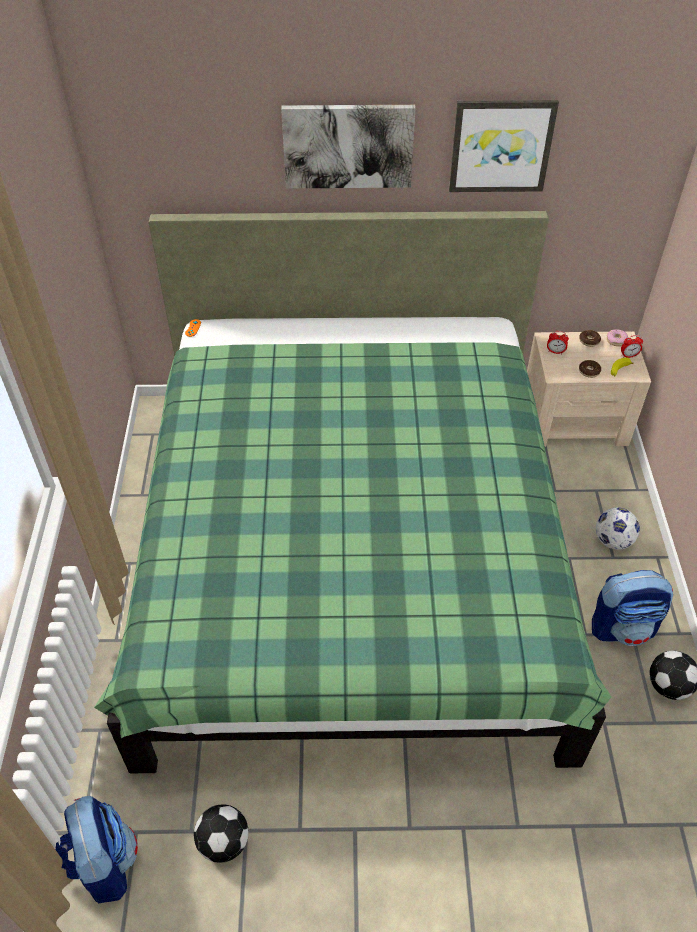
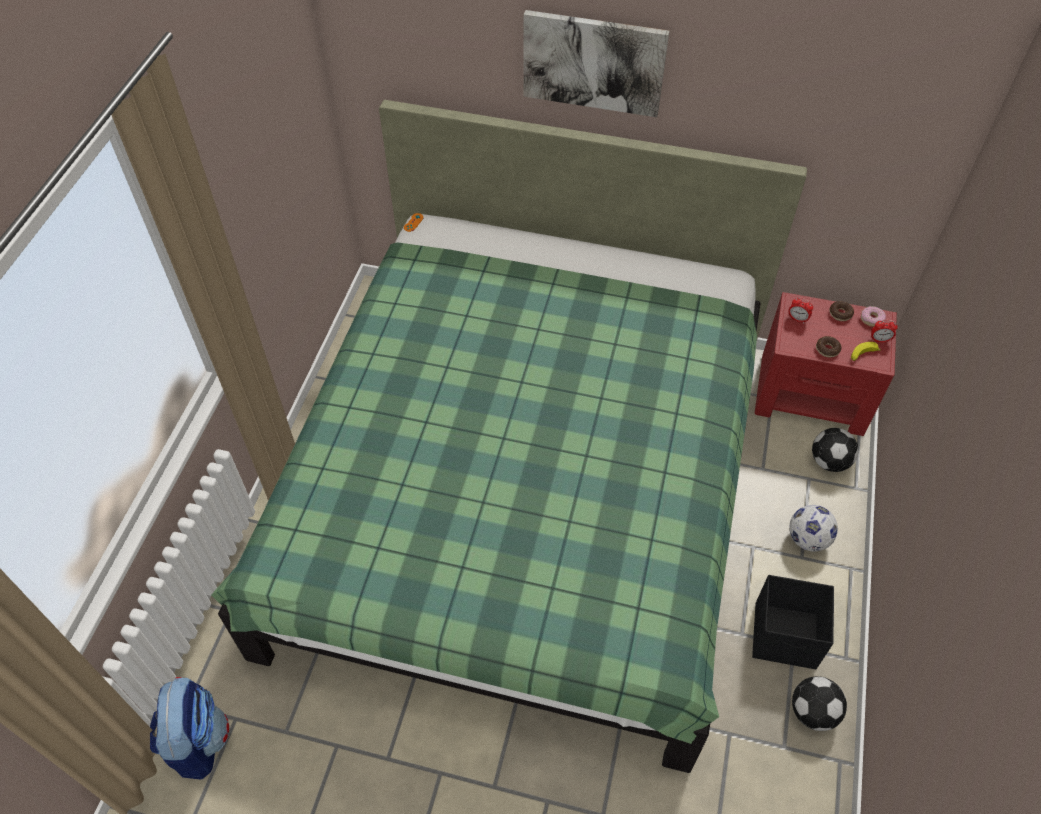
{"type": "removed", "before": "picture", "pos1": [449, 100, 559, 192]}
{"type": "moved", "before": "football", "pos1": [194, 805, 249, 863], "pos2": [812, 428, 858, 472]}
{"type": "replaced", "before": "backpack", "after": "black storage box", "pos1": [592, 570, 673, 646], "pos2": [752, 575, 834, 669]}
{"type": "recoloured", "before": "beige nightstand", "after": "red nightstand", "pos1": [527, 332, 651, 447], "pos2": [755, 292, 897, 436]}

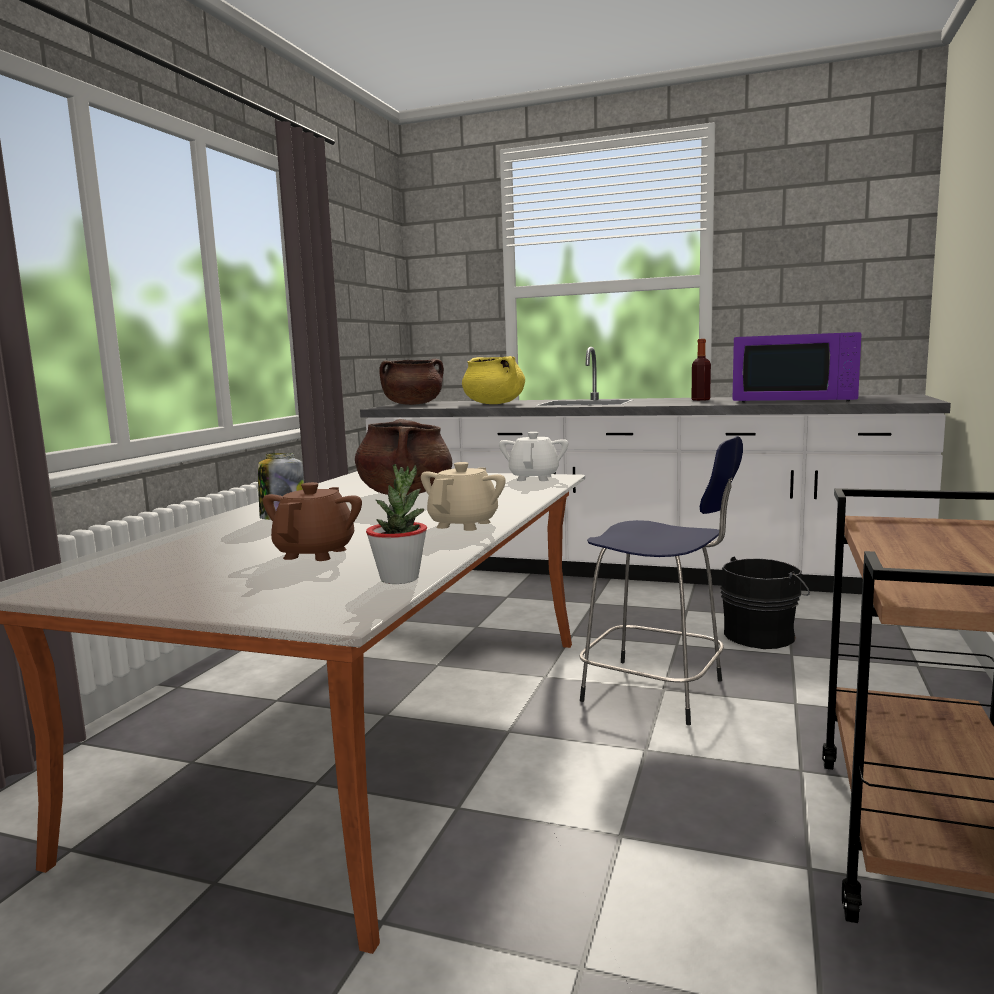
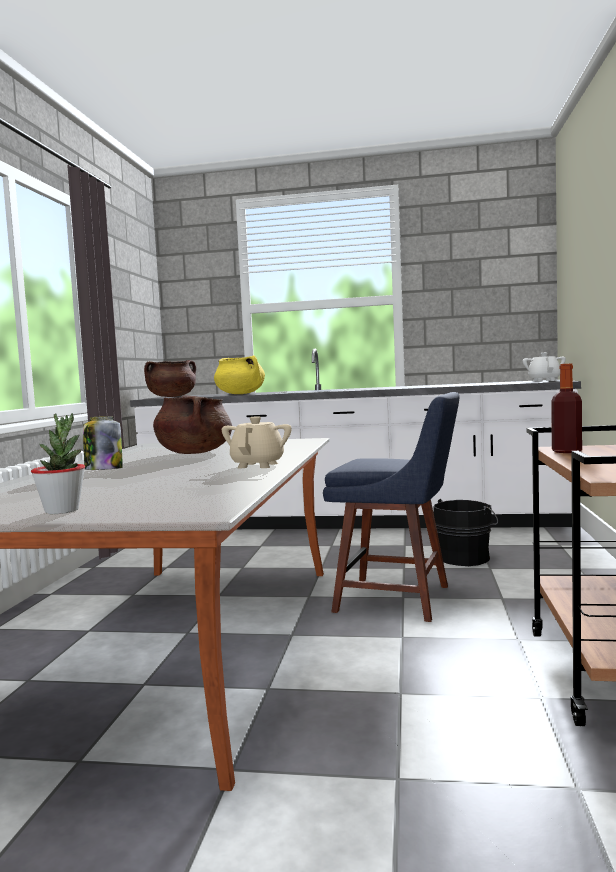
{"type": "removed", "before": "brown teapot", "pos1": [262, 482, 362, 561]}
{"type": "removed", "before": "purple microwave", "pos1": [733, 332, 861, 402]}
{"type": "moved", "before": "potted plant", "pos1": [366, 464, 427, 584], "pos2": [31, 413, 85, 514]}
{"type": "moved", "before": "white teapot", "pos1": [499, 432, 568, 481], "pos2": [523, 353, 566, 382]}
{"type": "moved", "before": "bottle", "pos1": [692, 339, 711, 401], "pos2": [551, 363, 582, 453]}
{"type": "replaced", "before": "blue stool", "after": "blue chair", "pos1": [579, 436, 743, 725], "pos2": [323, 392, 459, 622]}

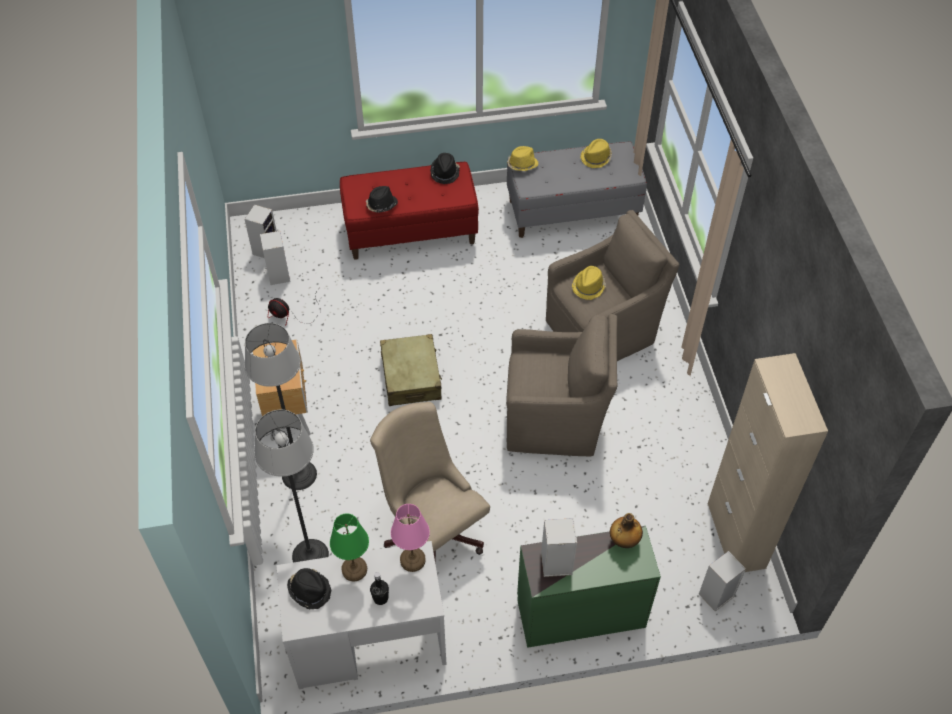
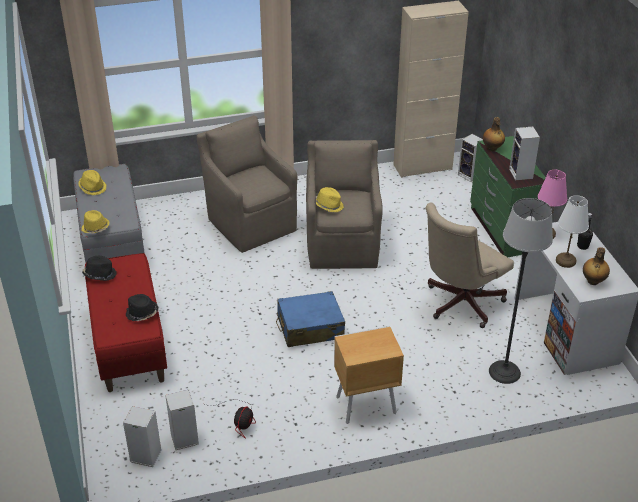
{"type": "removed", "before": "floor lamp", "pos1": [245, 323, 317, 490]}
{"type": "moved", "before": "yellow hat", "pos1": [572, 266, 606, 300], "pos2": [316, 187, 344, 212]}
{"type": "replaced", "before": "black hat", "after": "bottle", "pos1": [287, 568, 332, 610], "pos2": [583, 247, 610, 285]}
{"type": "recoloured", "before": "green table lamp", "after": "white table lamp", "pos1": [330, 513, 369, 581], "pos2": [556, 195, 589, 268]}
{"type": "recoloured", "before": "beige suitcase", "after": "blue suitcase", "pos1": [380, 334, 442, 406], "pos2": [276, 291, 345, 347]}

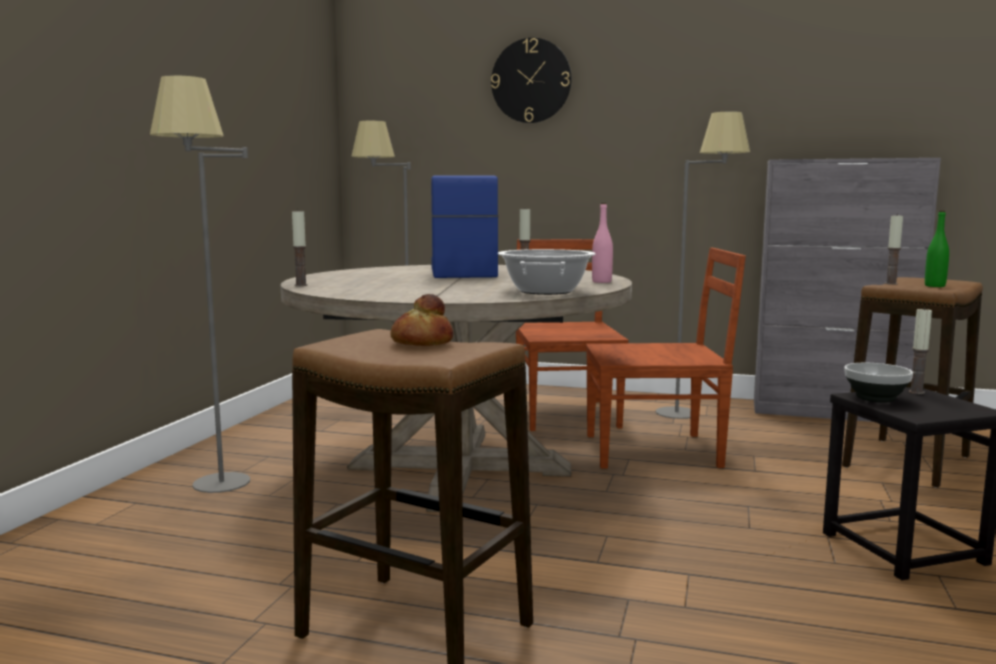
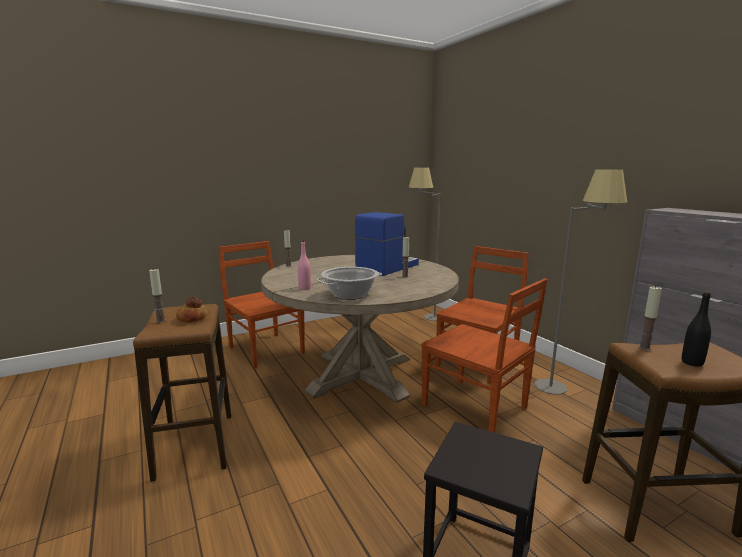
{"type": "removed", "before": "wall clock", "pos1": [491, 38, 572, 123]}
{"type": "removed", "before": "bowl", "pos1": [844, 363, 913, 403]}
{"type": "moved", "before": "pink bottle", "pos1": [592, 203, 613, 283], "pos2": [298, 240, 311, 290]}
{"type": "moved", "before": "candle", "pos1": [908, 307, 932, 394], "pos2": [149, 268, 166, 323]}
{"type": "replaced", "before": "grey floor lamp", "after": "brown chair", "pos1": [150, 75, 250, 493], "pos2": [218, 241, 305, 369]}
{"type": "recoloured", "before": "green bottle", "after": "black bottle", "pos1": [925, 211, 949, 287], "pos2": [682, 291, 711, 367]}

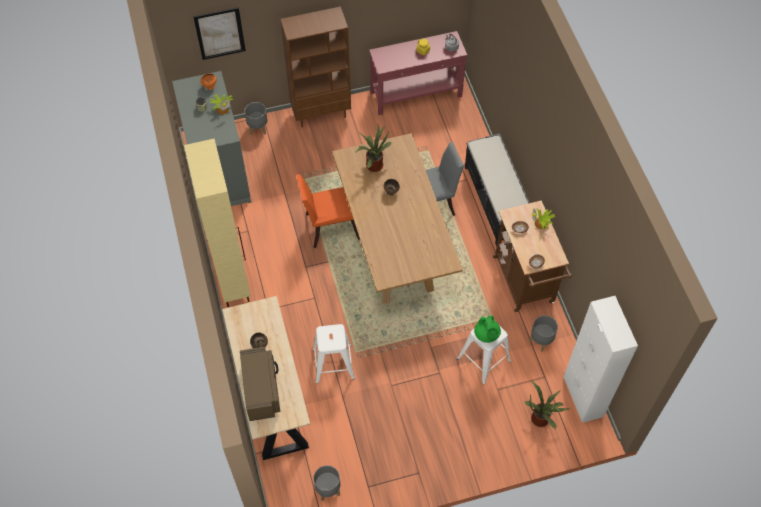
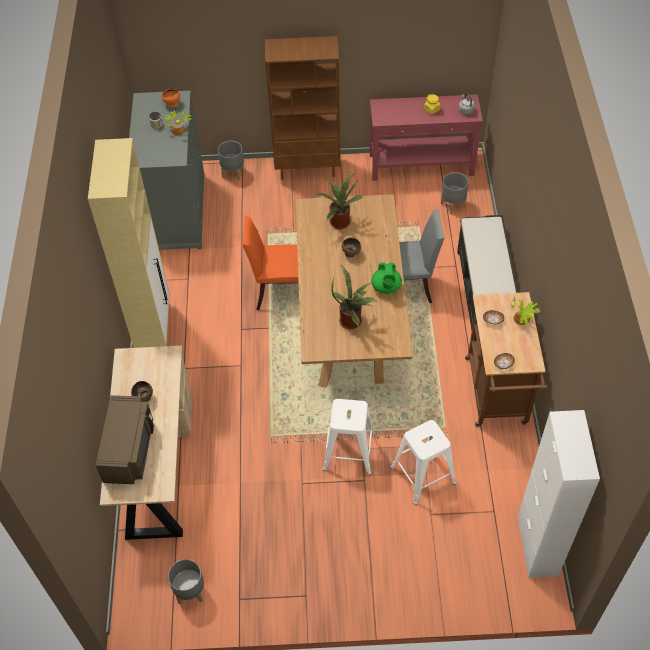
{"type": "removed", "before": "picture", "pos1": [193, 7, 246, 60]}
{"type": "moved", "before": "white stool", "pos1": [313, 324, 355, 384], "pos2": [323, 399, 375, 475]}
{"type": "moved", "before": "green teapot", "pos1": [474, 315, 501, 343], "pos2": [371, 262, 402, 294]}
{"type": "moved", "before": "potted plant", "pos1": [524, 381, 569, 429], "pos2": [331, 265, 376, 329]}
{"type": "moved", "before": "grey planter", "pos1": [529, 315, 558, 352], "pos2": [441, 172, 469, 214]}

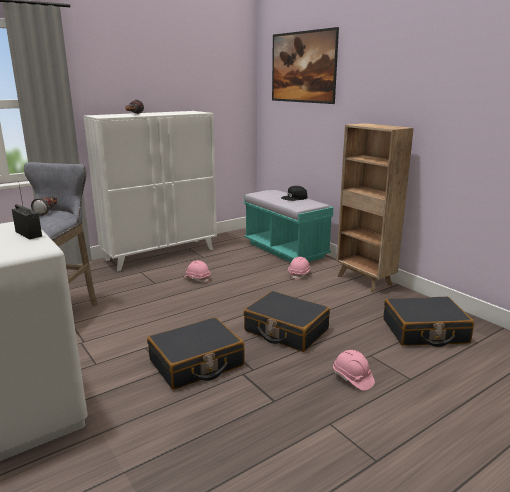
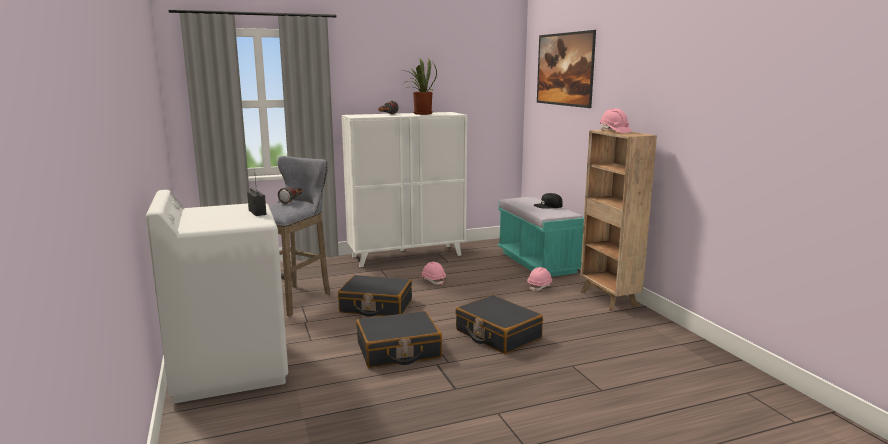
{"type": "added", "after": "potted plant", "pos2": [401, 58, 437, 115]}
{"type": "moved", "before": "pink hard hat", "pos1": [333, 350, 375, 391], "pos2": [599, 108, 631, 133]}
{"type": "moved", "before": "black suitcase", "pos1": [383, 297, 474, 347], "pos2": [338, 275, 412, 317]}

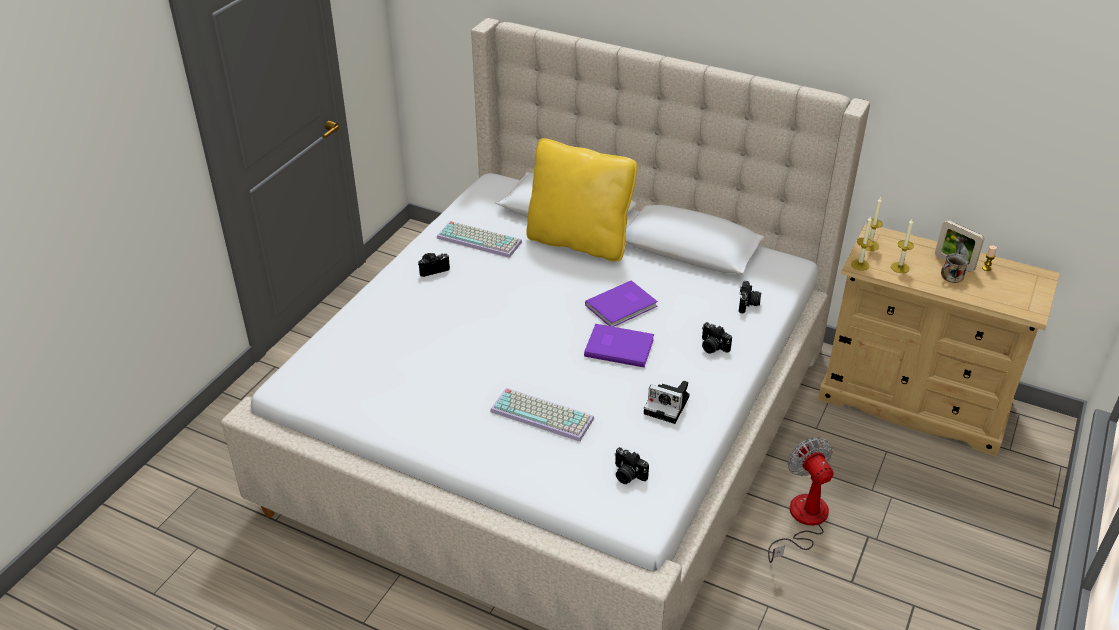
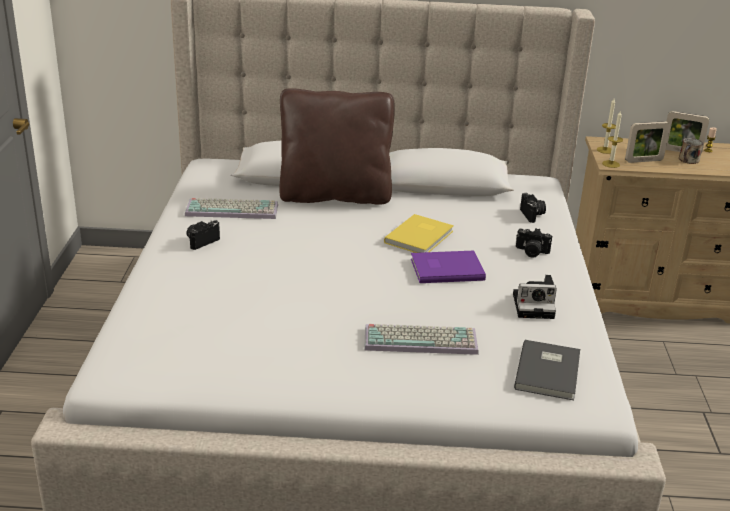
{"type": "removed", "before": "fan", "pos1": [768, 437, 834, 563]}
{"type": "replaced", "before": "photo camera", "after": "grey book", "pos1": [614, 447, 649, 484], "pos2": [514, 340, 580, 400]}
{"type": "replaced", "before": "candle", "after": "picture frame", "pos1": [891, 219, 914, 273], "pos2": [625, 121, 670, 163]}
{"type": "recoloured", "before": "yellow pillow", "after": "brown pillow", "pos1": [526, 138, 637, 262], "pos2": [279, 88, 395, 205]}
{"type": "recoloured", "before": "purple book", "after": "yellow book", "pos1": [585, 280, 658, 327], "pos2": [384, 214, 454, 253]}

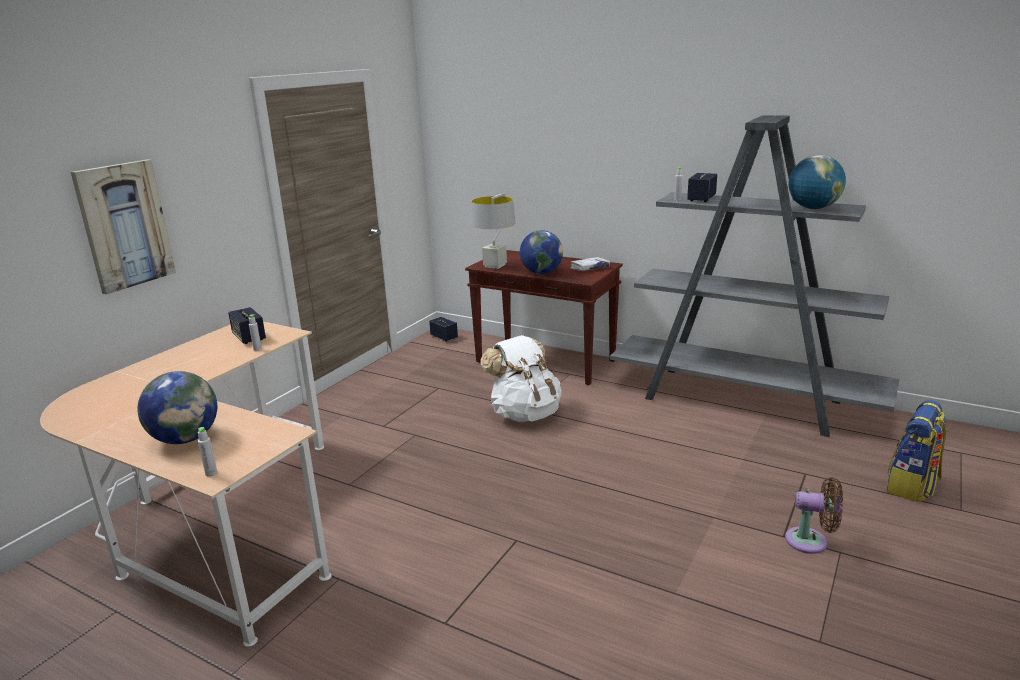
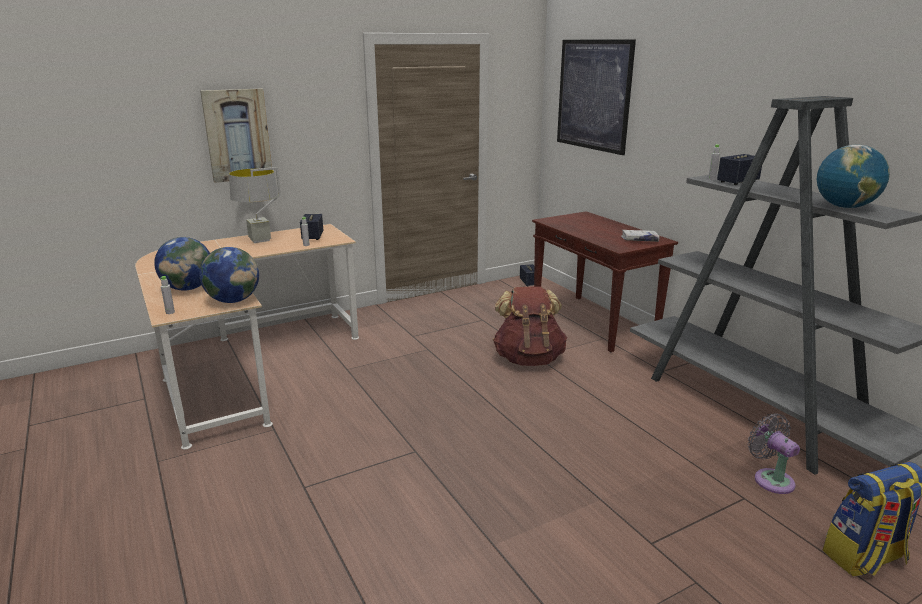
{"type": "removed", "before": "brown fan", "pos1": [785, 477, 843, 554]}
{"type": "added", "after": "picture", "pos2": [557, 40, 636, 155]}
{"type": "added", "after": "grey fan", "pos2": [748, 413, 800, 494]}
{"type": "moved", "before": "grey table lamp", "pos1": [471, 193, 516, 269], "pos2": [229, 167, 281, 243]}
{"type": "moved", "before": "globe", "pos1": [520, 230, 563, 274], "pos2": [200, 247, 259, 303]}
{"type": "recoloured", "before": "white backpack", "after": "brown backpack", "pos1": [480, 335, 562, 422], "pos2": [493, 286, 567, 366]}

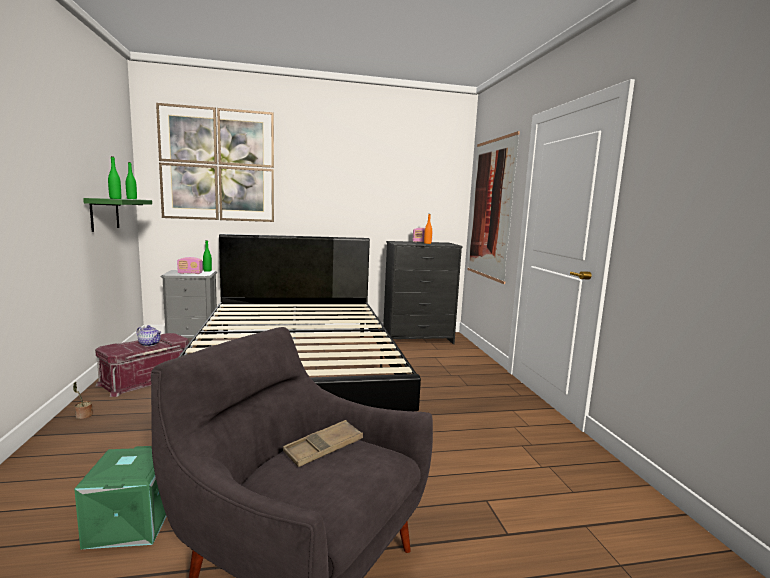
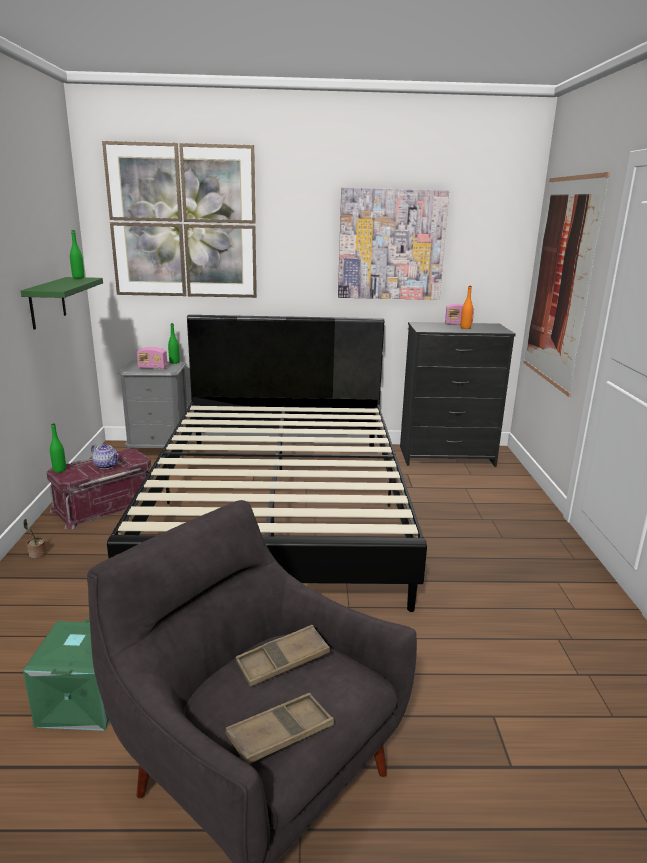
{"type": "added", "after": "brown tray", "pos2": [225, 693, 334, 764]}
{"type": "added", "after": "picture", "pos2": [338, 188, 449, 300]}
{"type": "moved", "before": "green bottle", "pos1": [108, 156, 121, 199], "pos2": [50, 423, 66, 473]}

